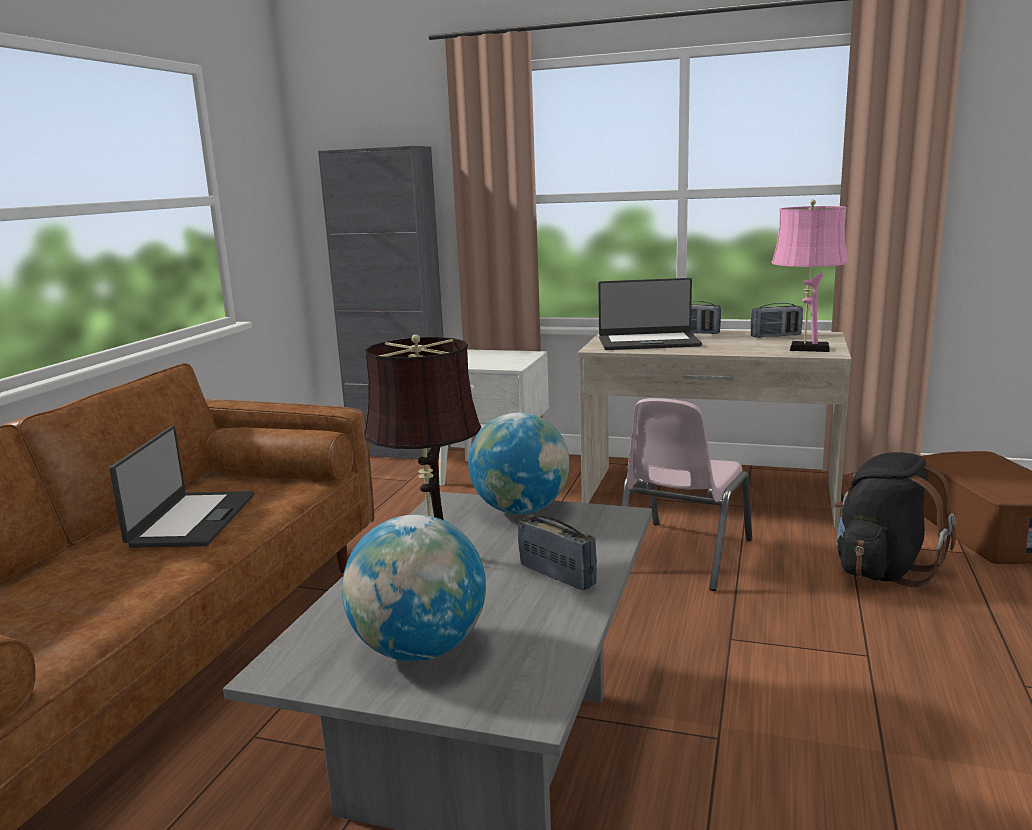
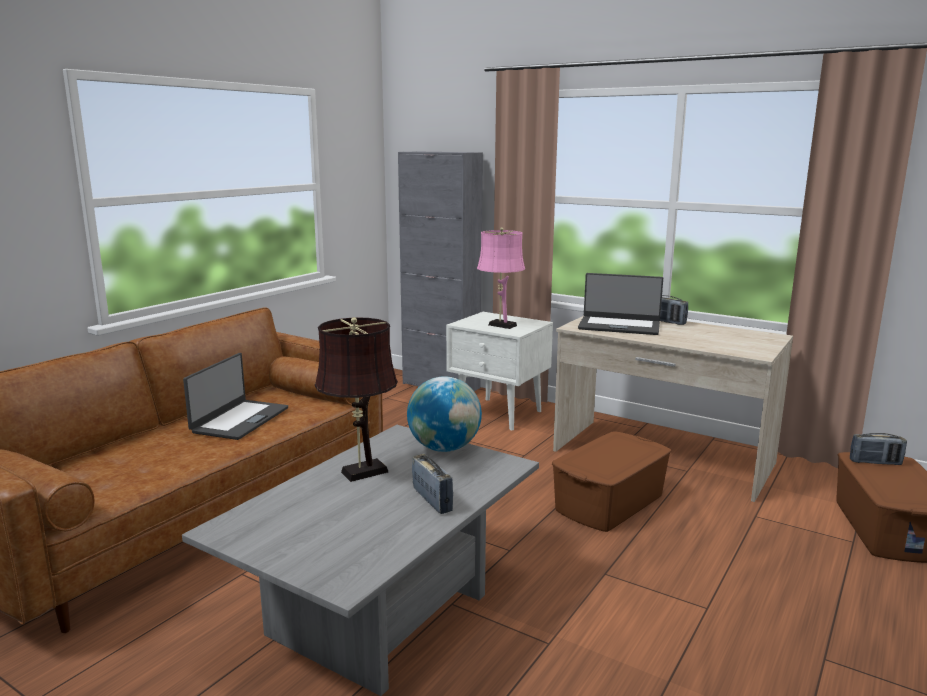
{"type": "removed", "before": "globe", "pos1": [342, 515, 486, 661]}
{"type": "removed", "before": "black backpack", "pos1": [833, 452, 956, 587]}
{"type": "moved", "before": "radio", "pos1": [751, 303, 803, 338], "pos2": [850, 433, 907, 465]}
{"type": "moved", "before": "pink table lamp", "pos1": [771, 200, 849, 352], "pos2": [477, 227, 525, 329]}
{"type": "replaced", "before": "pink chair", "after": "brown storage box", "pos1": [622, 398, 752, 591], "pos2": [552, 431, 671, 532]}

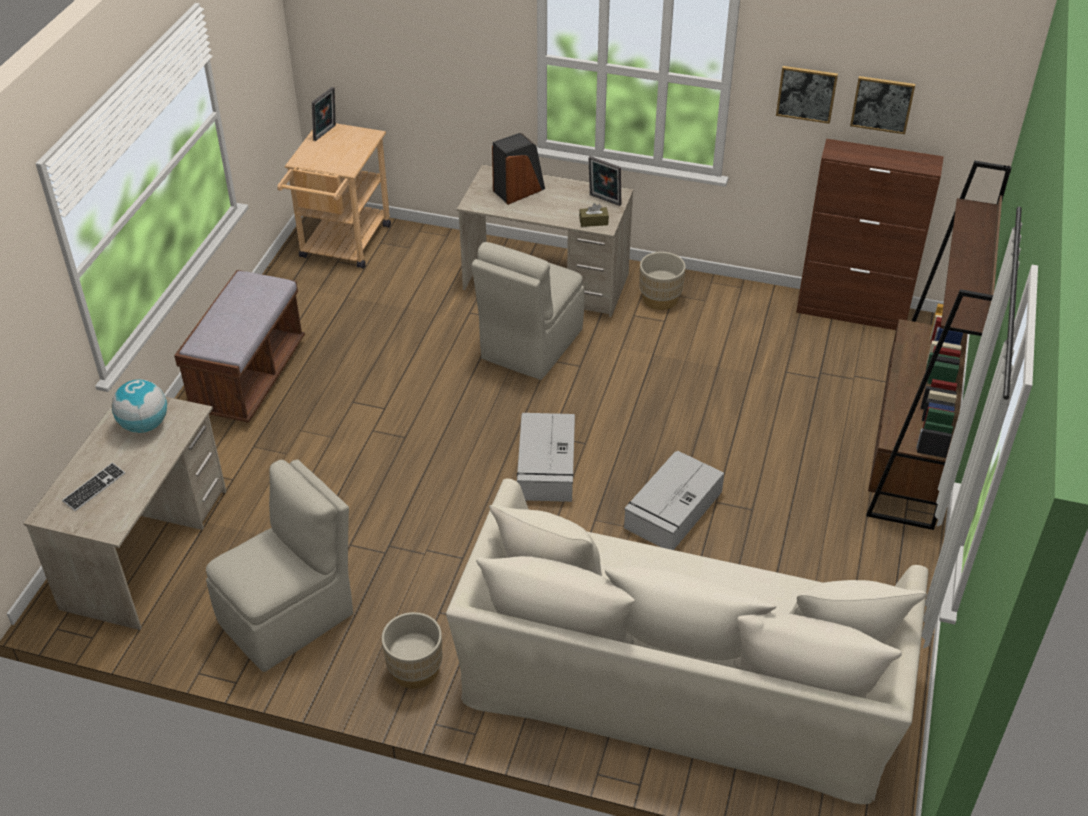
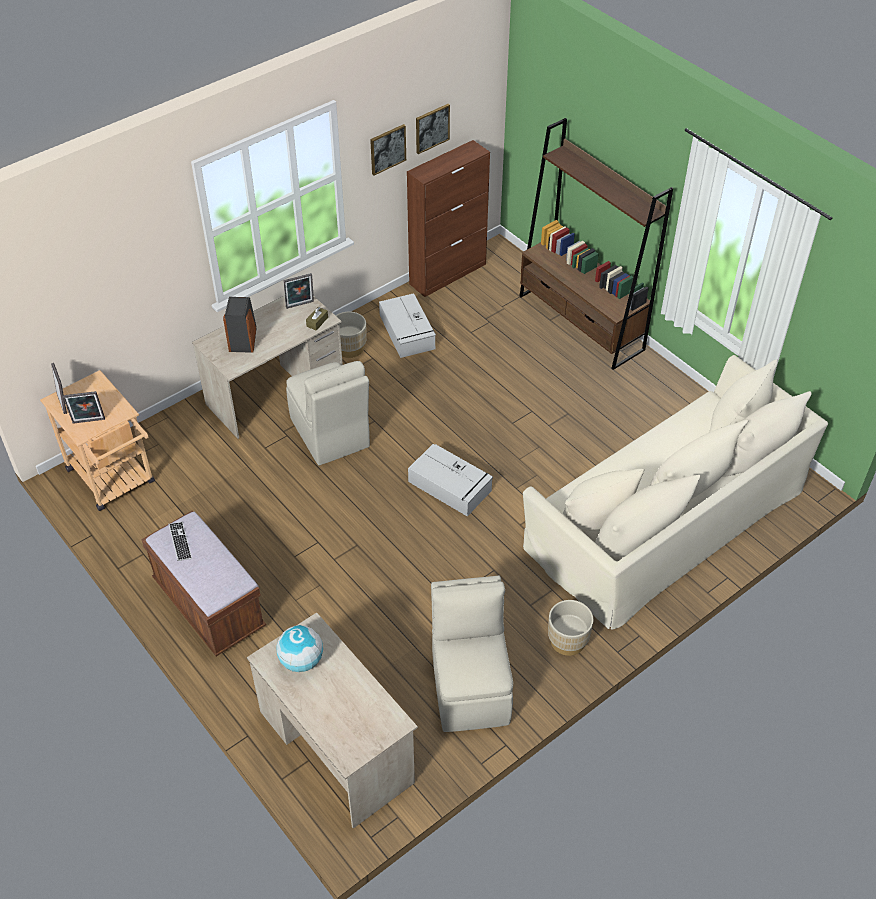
{"type": "added", "after": "picture frame", "pos2": [63, 391, 105, 424]}
{"type": "moved", "before": "keyboard", "pos1": [62, 462, 125, 511], "pos2": [169, 522, 192, 561]}
{"type": "moved", "before": "grey storage box", "pos1": [624, 450, 724, 550], "pos2": [379, 294, 436, 358]}

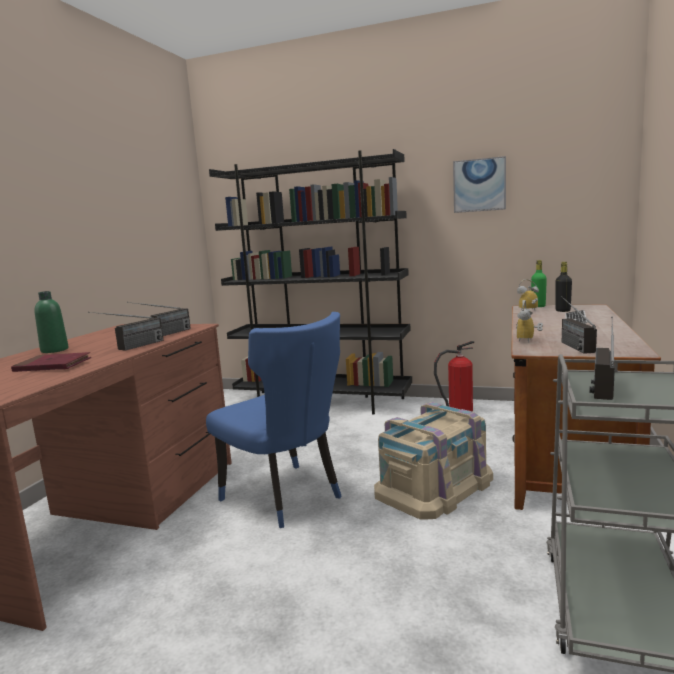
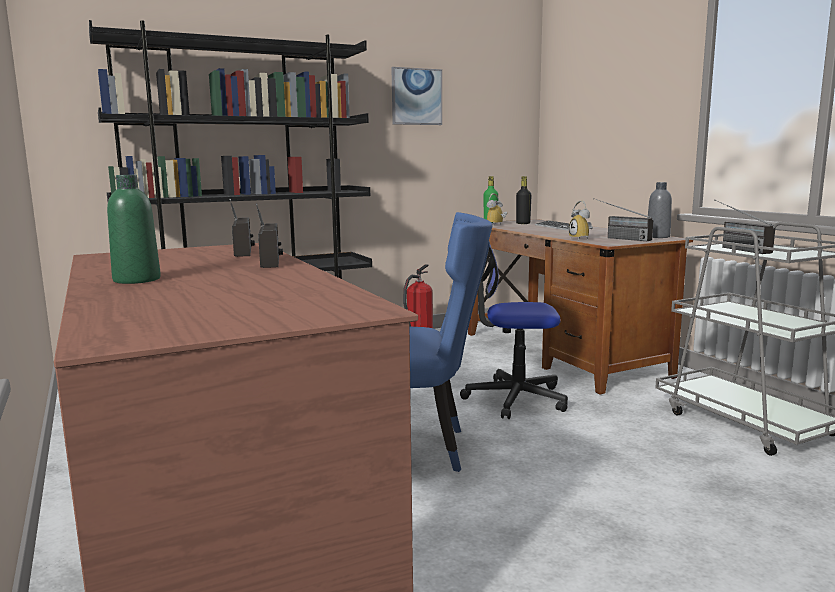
{"type": "removed", "before": "red book", "pos1": [11, 352, 91, 372]}
{"type": "added", "after": "grey bottle", "pos2": [648, 182, 672, 238]}
{"type": "replaced", "before": "beige storage box", "after": "office chair", "pos1": [374, 402, 493, 520], "pos2": [460, 245, 568, 419]}

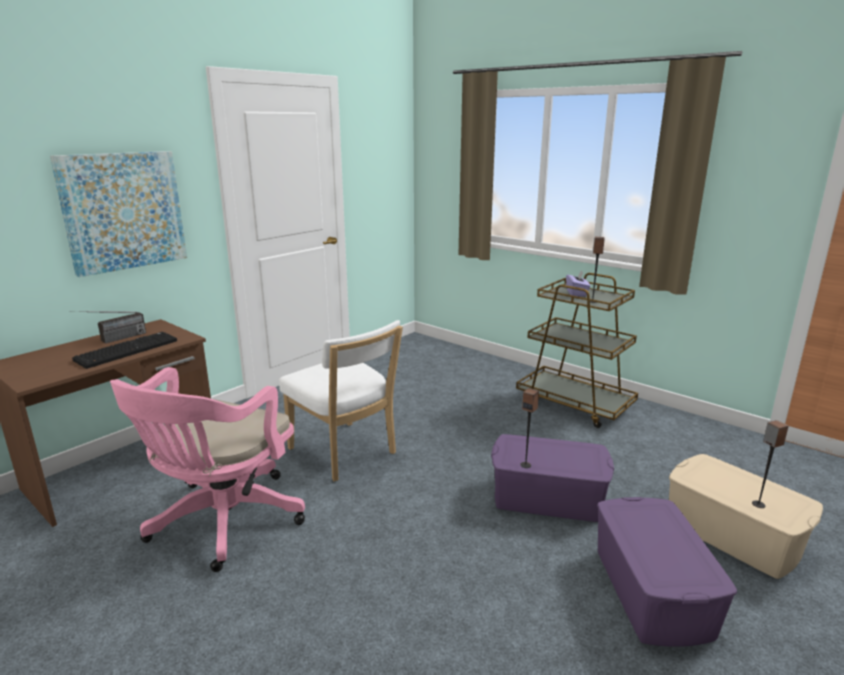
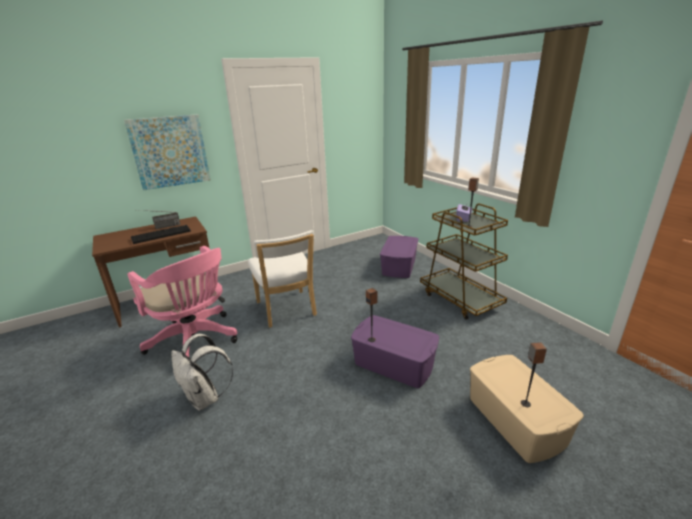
{"type": "added", "after": "white backpack", "pos2": [171, 334, 233, 411]}
{"type": "moved", "before": "purple storage box", "pos1": [597, 497, 737, 647], "pos2": [380, 236, 418, 278]}
{"type": "turned", "before": "pink office chair", "pos1": [110, 367, 305, 572], "pos2": [128, 246, 237, 357], "turn": -90}

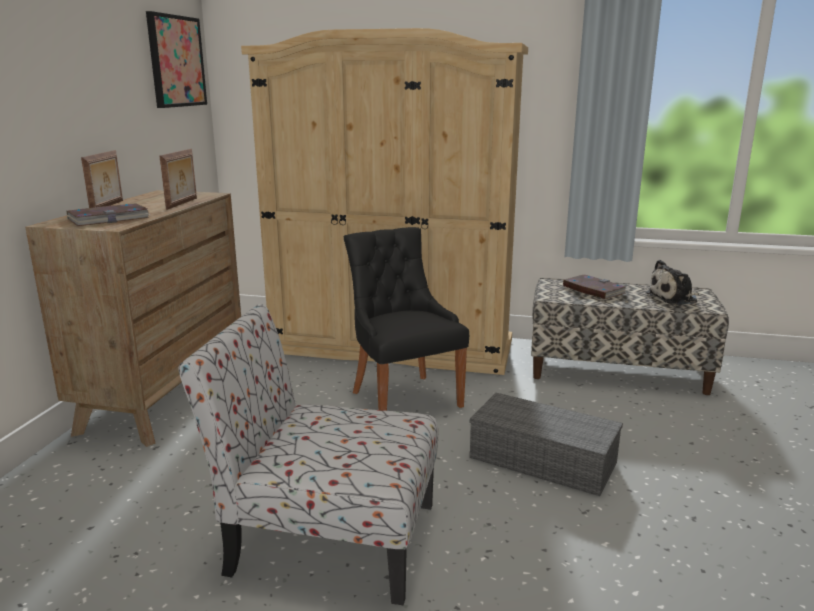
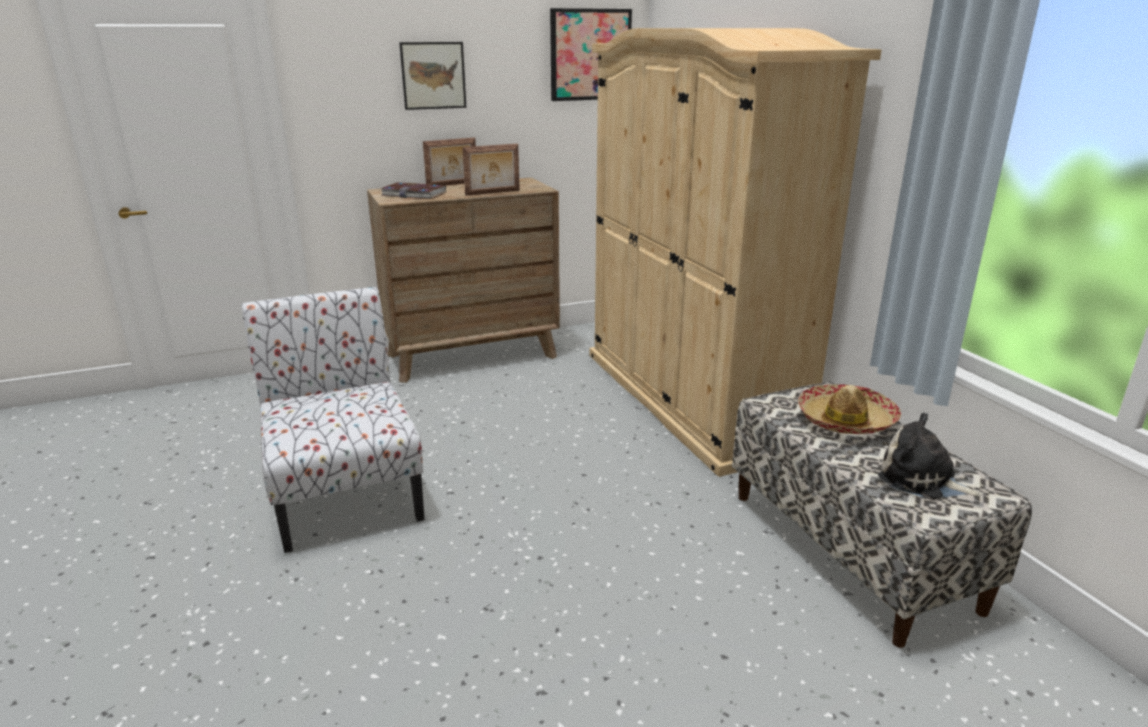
{"type": "removed", "before": "black chair", "pos1": [344, 227, 469, 411]}
{"type": "removed", "before": "grey storage box", "pos1": [470, 393, 623, 496]}
{"type": "added", "after": "picture", "pos2": [399, 42, 466, 110]}
{"type": "replaced", "before": "book", "after": "hat", "pos1": [563, 274, 627, 299], "pos2": [798, 384, 901, 434]}

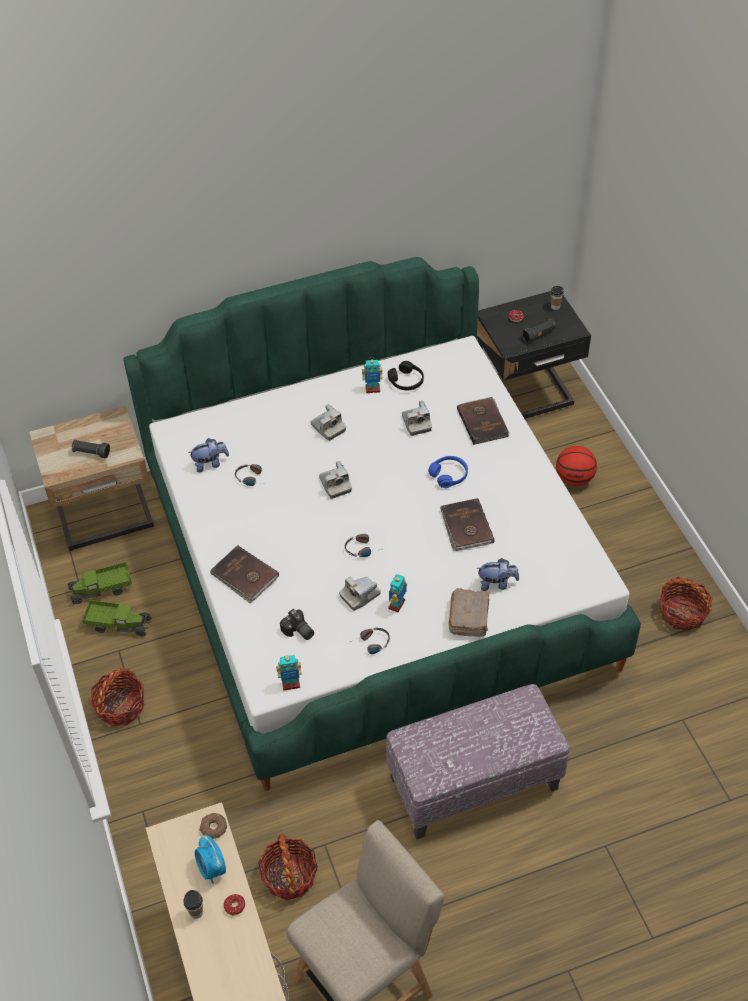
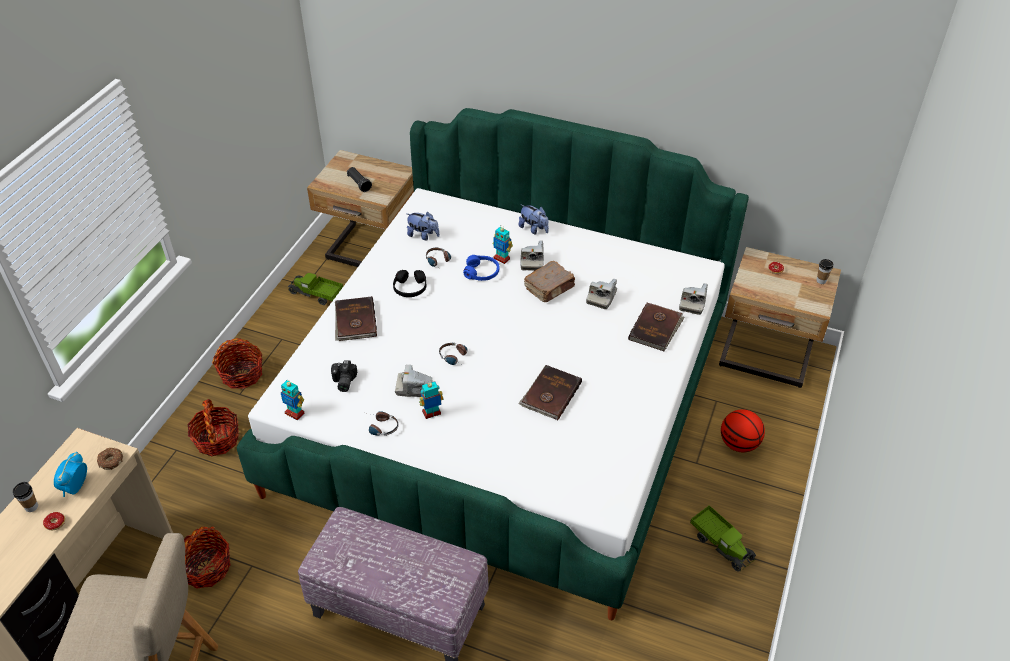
{"type": "removed", "before": "black flashlight", "pos1": [522, 319, 556, 343]}
{"type": "moved", "before": "toy truck", "pos1": [82, 600, 151, 637], "pos2": [690, 505, 756, 572]}
{"type": "moved", "before": "photo camera", "pos1": [319, 461, 352, 499], "pos2": [679, 283, 708, 315]}
{"type": "moved", "before": "toy robot", "pos1": [362, 357, 383, 393], "pos2": [493, 225, 513, 264]}
{"type": "moved", "before": "black headphones", "pos1": [388, 361, 424, 390], "pos2": [393, 270, 426, 297]}
{"type": "moved", "before": "blue headphones", "pos1": [428, 456, 468, 488], "pos2": [463, 255, 499, 281]}
{"type": "moved", "before": "brown book", "pos1": [449, 588, 489, 637], "pos2": [524, 261, 575, 302]}
{"type": "moved", "before": "plush toy", "pos1": [476, 558, 519, 591], "pos2": [519, 204, 549, 235]}
{"type": "moved", "before": "basket", "pos1": [660, 577, 713, 631], "pos2": [188, 399, 239, 456]}
{"type": "recoloured", "before": "black nightstand", "after": "beige nightstand", "pos1": [477, 291, 591, 419], "pos2": [719, 247, 841, 388]}

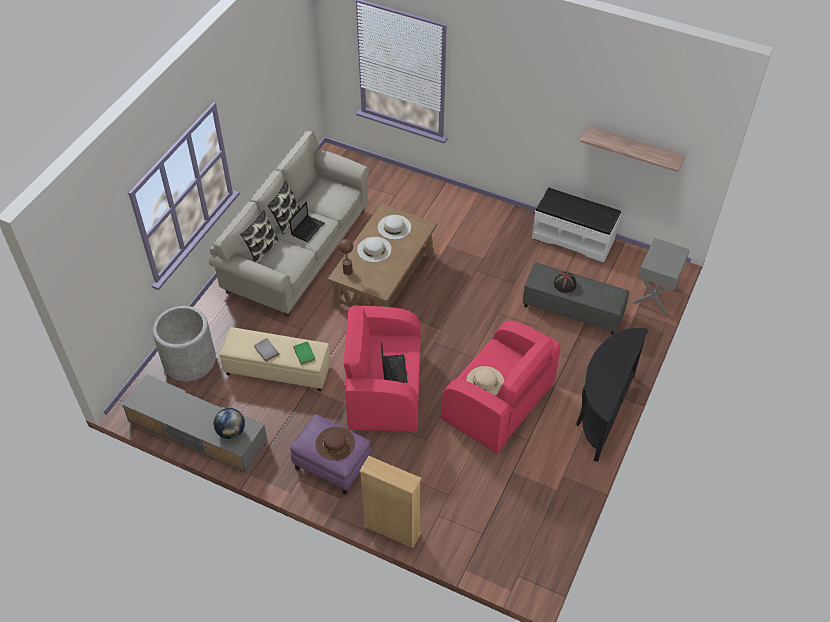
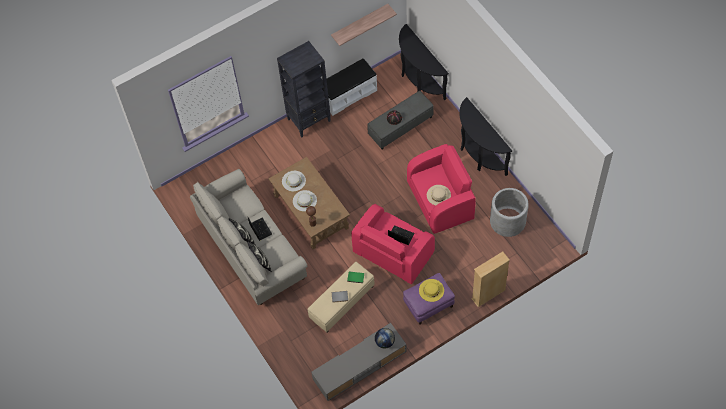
{"type": "added", "after": "black bookcase", "pos2": [277, 41, 331, 137]}
{"type": "moved", "before": "grey planter", "pos1": [153, 306, 216, 381], "pos2": [490, 188, 529, 237]}
{"type": "replaced", "before": "grey nightstand", "after": "black console table", "pos1": [632, 238, 690, 314], "pos2": [399, 24, 449, 100]}
{"type": "recoloured", "before": "brown hat", "after": "yellow hat", "pos1": [316, 427, 355, 461], "pos2": [419, 279, 444, 302]}

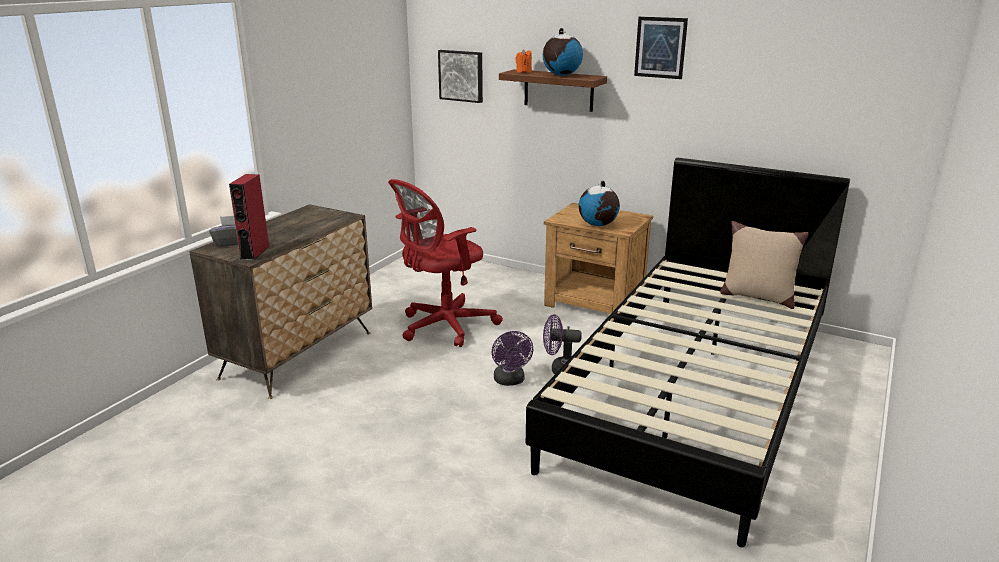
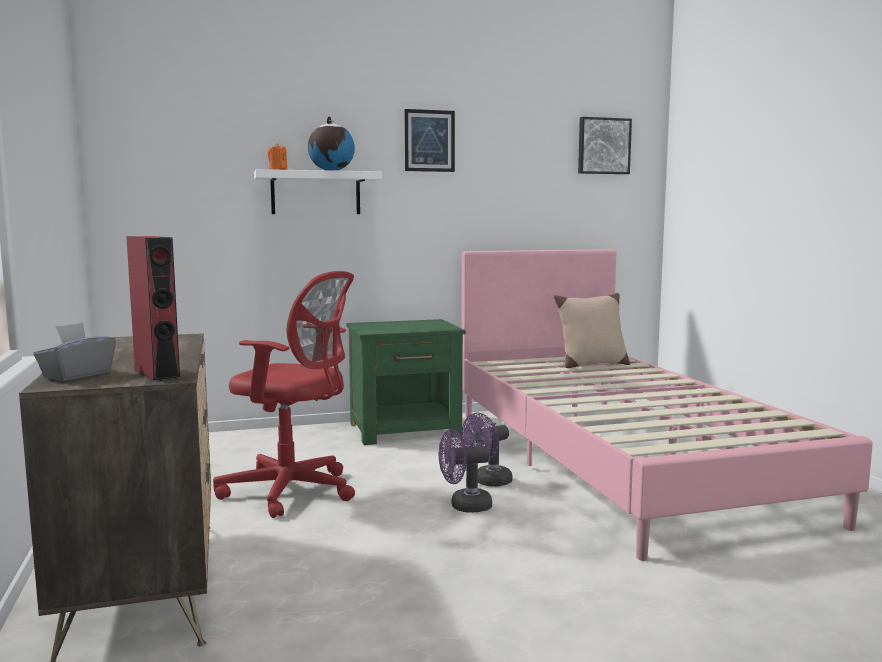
{"type": "removed", "before": "globe", "pos1": [579, 181, 620, 226]}
{"type": "moved", "before": "picture", "pos1": [438, 50, 483, 103], "pos2": [578, 117, 632, 174]}
{"type": "recoloured", "before": "brown shelf", "after": "white shelf", "pos1": [499, 69, 607, 112], "pos2": [254, 169, 382, 214]}
{"type": "recoloured", "before": "black bed", "after": "pink bed", "pos1": [526, 158, 850, 547], "pos2": [461, 249, 873, 561]}
{"type": "recoloured", "before": "brown nightstand", "after": "green nightstand", "pos1": [544, 203, 653, 314], "pos2": [346, 319, 466, 445]}
{"type": "turned", "before": "red office chair", "pos1": [388, 179, 503, 347], "pos2": [213, 271, 355, 518], "turn": -75}
{"type": "turned", "before": "purple fan", "pos1": [492, 331, 533, 386], "pos2": [439, 429, 492, 513], "turn": 135}

